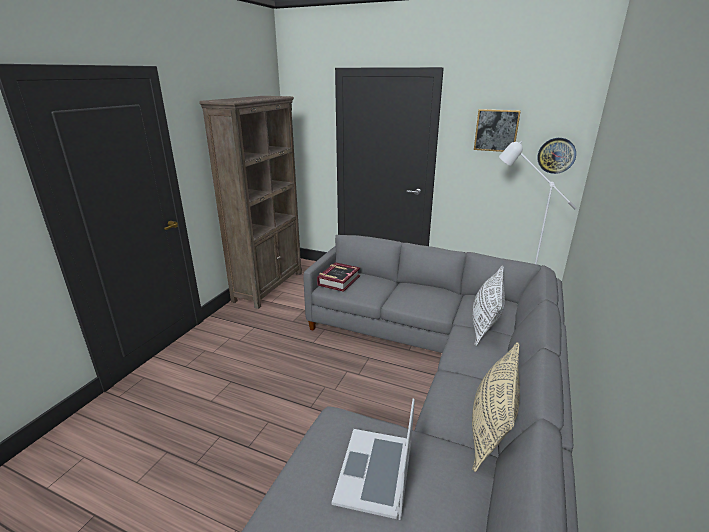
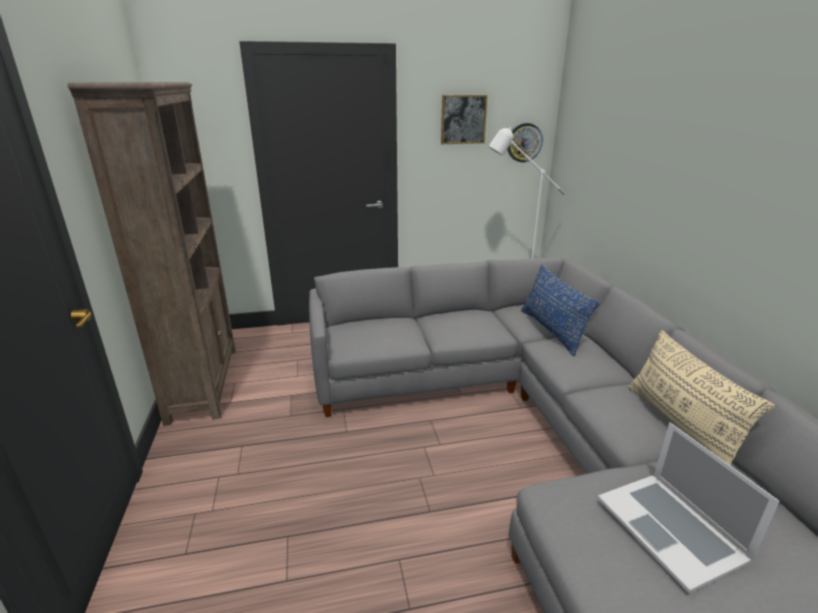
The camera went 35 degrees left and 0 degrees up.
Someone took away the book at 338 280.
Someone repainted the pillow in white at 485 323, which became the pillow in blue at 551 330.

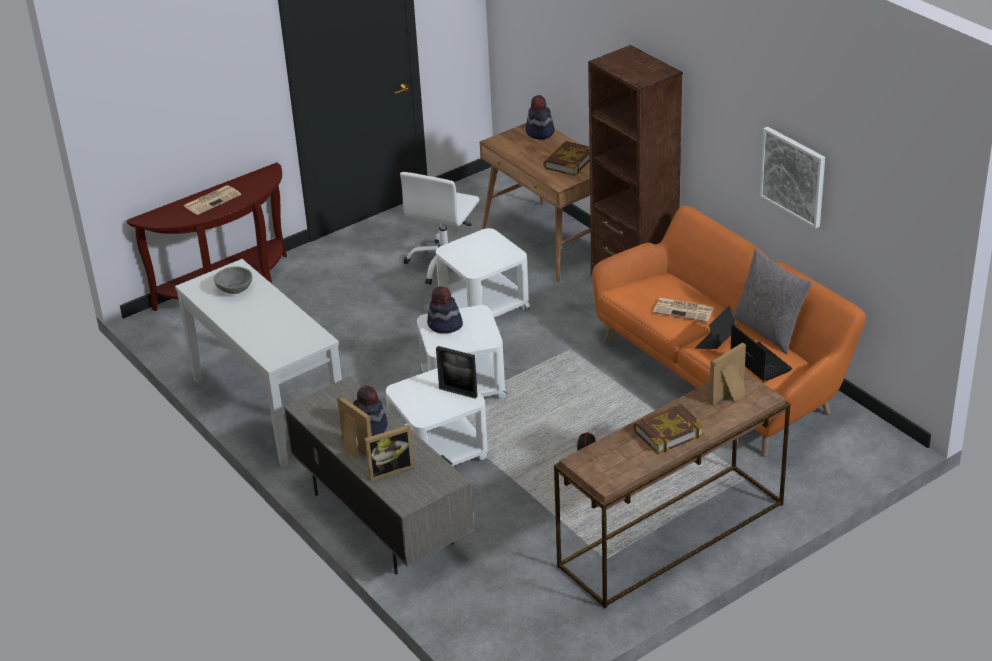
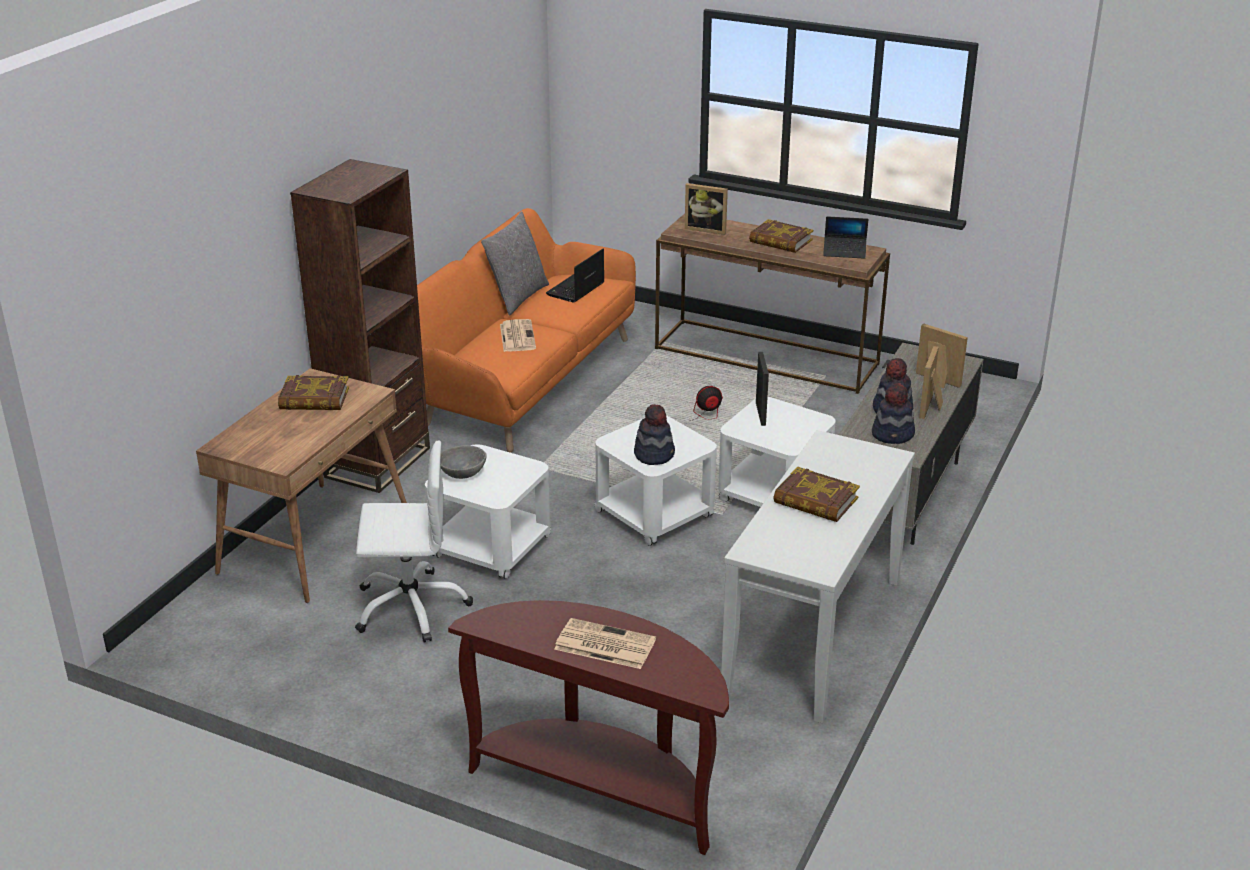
The camera went 120 degrees left and 5 degrees down.
Someone carried the hat from 539 132 to 893 434.
Someone took away the picture at 793 176.
Someone carried the bowl in grey from 234 288 to 463 472.
Someone carried the laptop from 715 342 to 844 252.
Someone put down the book at 815 501.

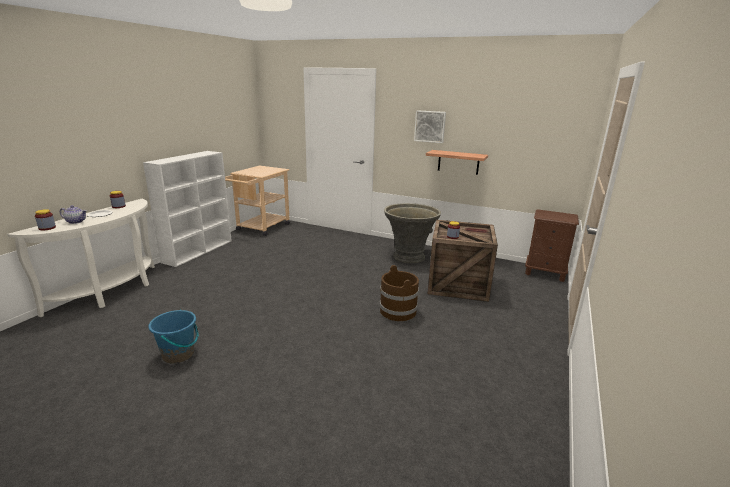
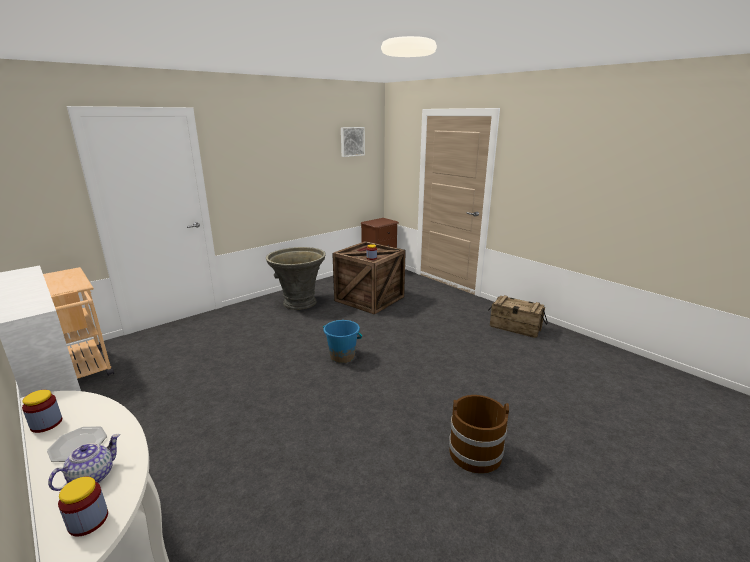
The camera went 65 degrees left and 0 degrees up.
Someone carried the picture from 430 126 to 352 141.
Someone took away the shelf at 458 162.
Someone carried the bucket in brown from 398 311 to 475 453.
Someone carried the bucket in blue from 178 354 to 342 356.
Someone put down the crate at 515 327.

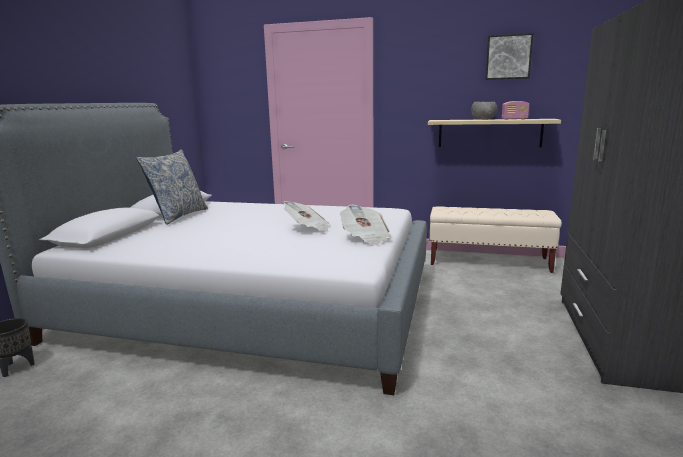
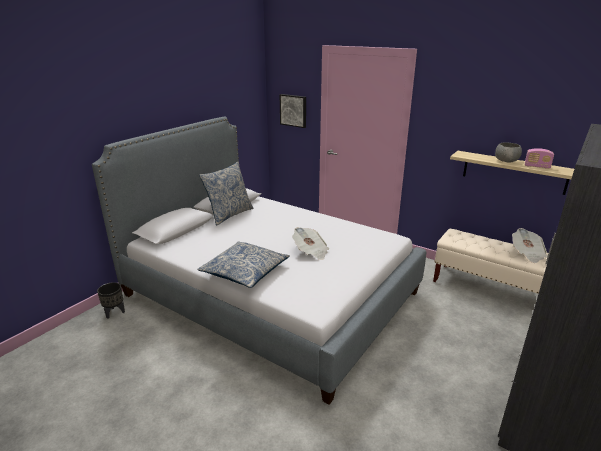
The camera went 20 degrees right and 10 degrees up.
Someone carried the picture from 508 57 to 293 110.
Someone carried the newspaper from 365 238 to 527 254.
Someone put down the pillow at 245 271.

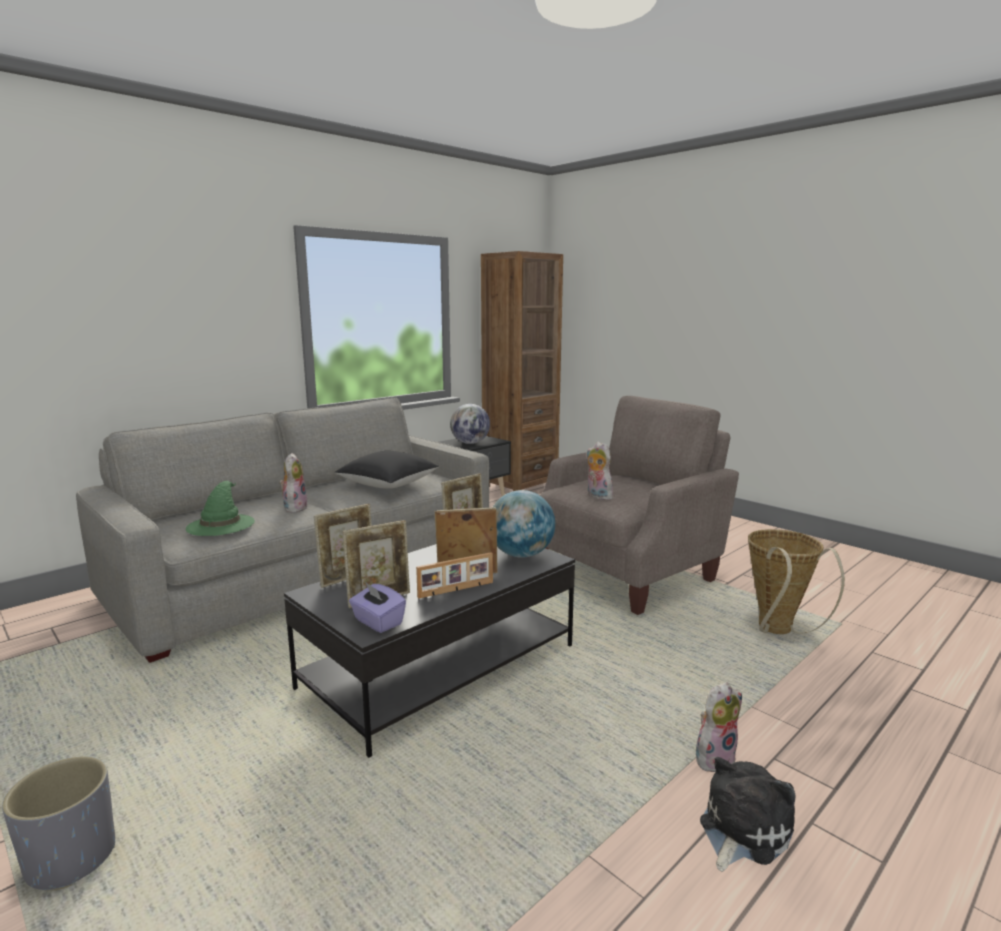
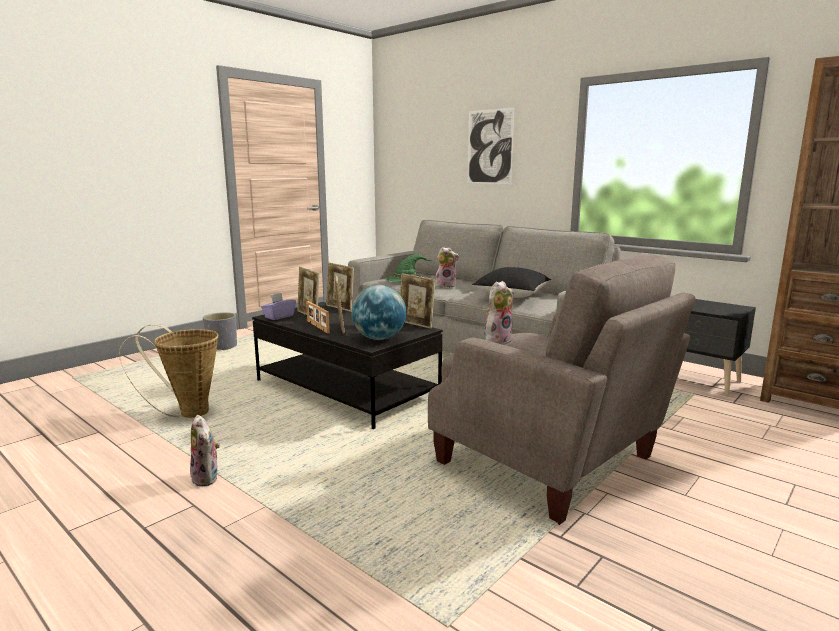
The camera went 85 degrees right and 0 degrees up.
Someone took away the globe at 470 443.
Someone carried the basket from 777 632 to 187 413.
Someone took away the plush toy at 741 830.
Someone put up the picture at 490 147.

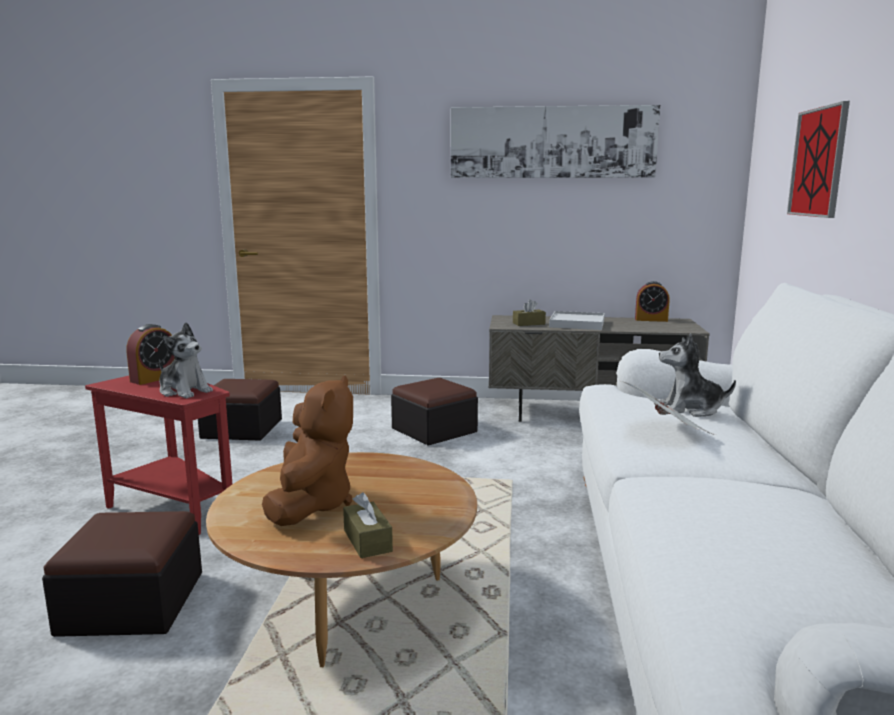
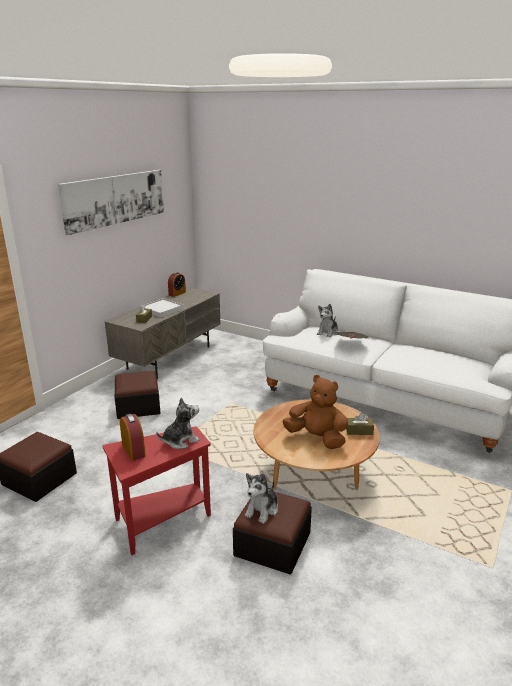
The camera went 65 degrees left and 10 degrees up.
Someone took away the picture at 818 162.
Someone put down the plush toy at 262 510.

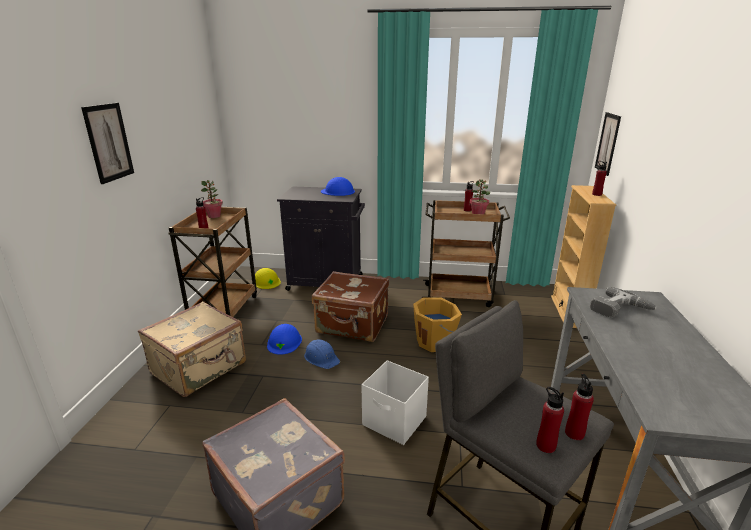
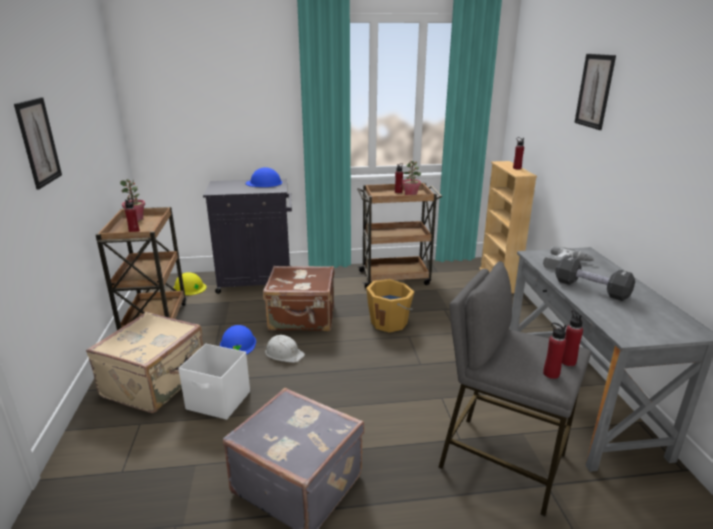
The camera went 15 degrees left and 0 degrees up.
Someone carried the picture from 607 143 to 594 91.
Someone repainted the hard hat in blue at 321 358, which became the hard hat in white at 284 353.
Someone carried the storage box in white from 395 421 to 219 401.
Someone put down the dumbbell in black at 591 289.

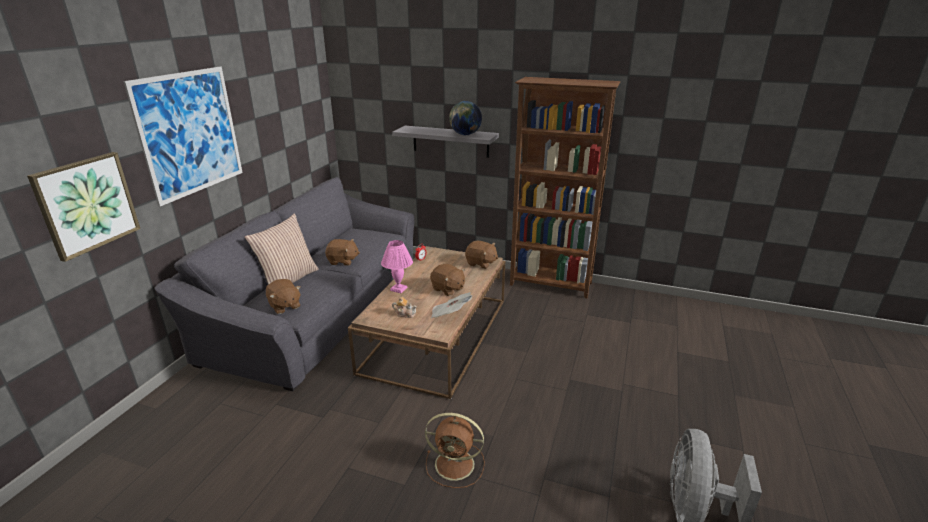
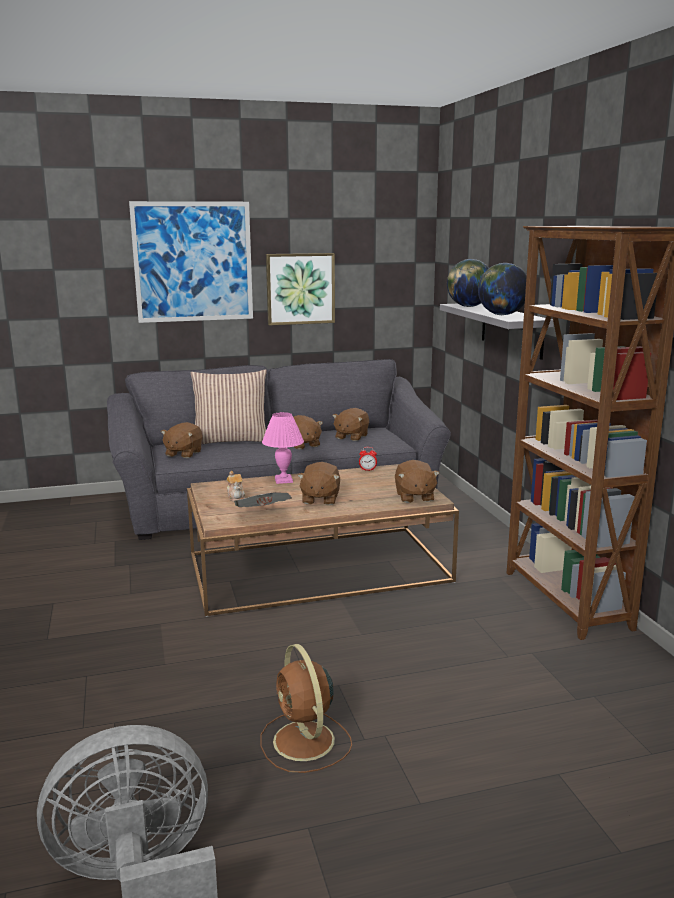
The camera went 55 degrees right and 10 degrees down.
Someone carried the picture from 87 204 to 300 288.
Someone carried the fan in brown from 456 464 to 305 742.
Someone put down the globe at 468 306.
Someone put down the plush toy in brown at 351 437.

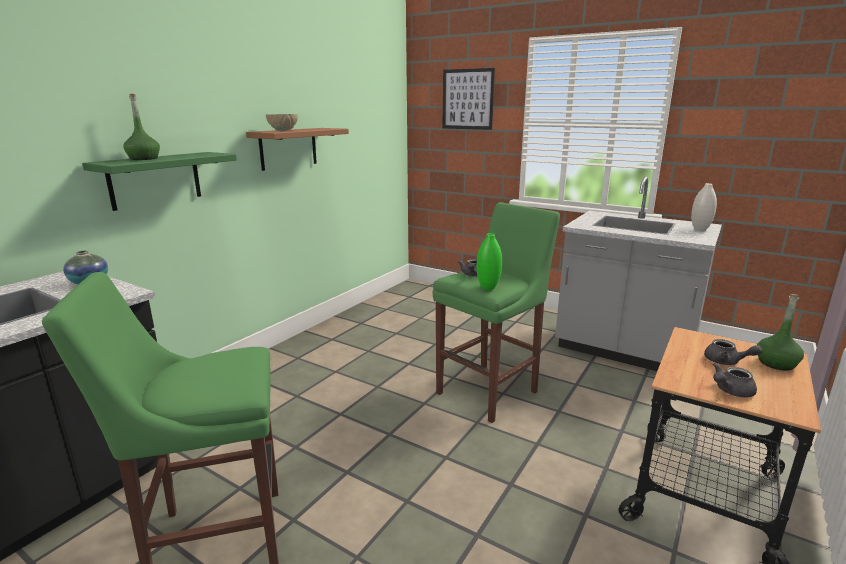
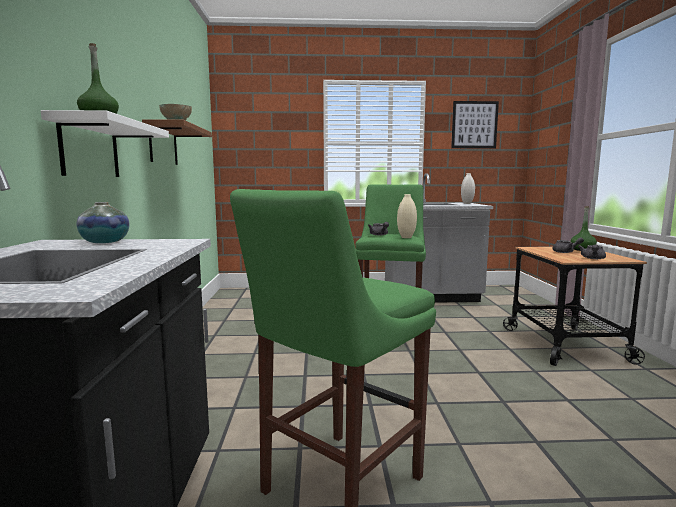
The camera went 35 degrees left and 10 degrees down.
Someone carried the picture from 467 99 to 474 125.
Someone repainted the shelf in green at 155 180, which became the shelf in white at 90 149.
Someone repainted the vase in green at 488 288, which became the vase in beige at 406 237.

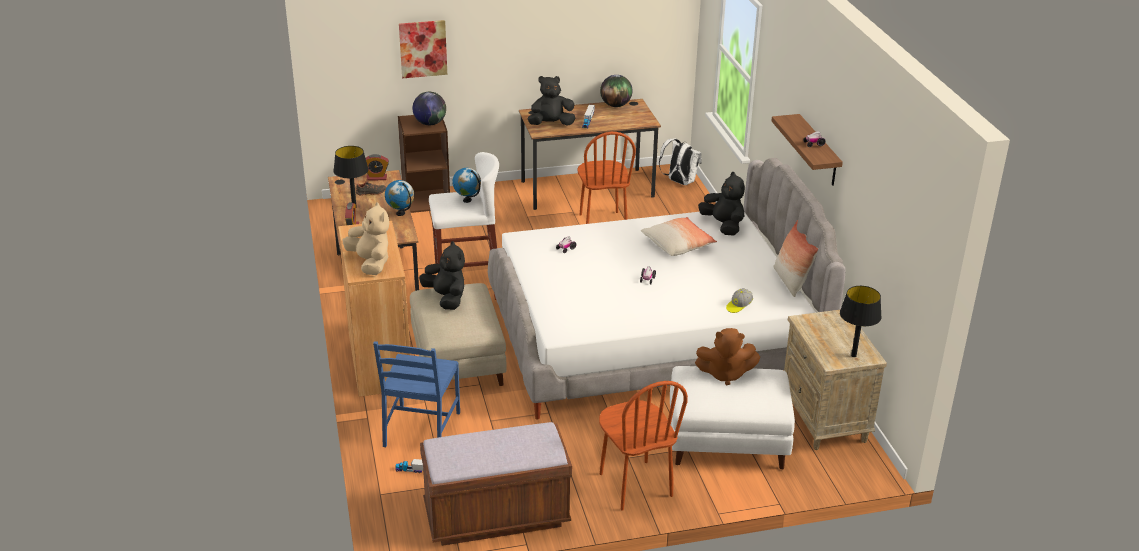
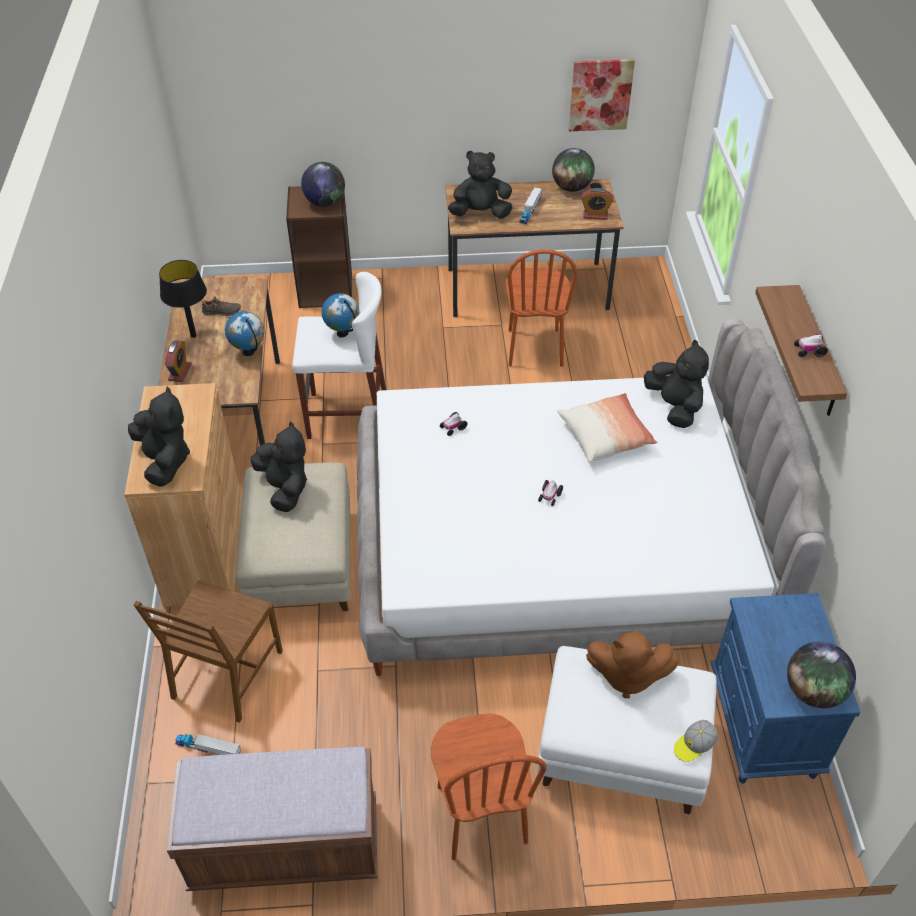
The camera went 10 degrees right and 15 degrees up.
Someone carried the picture from 423 48 to 600 95.
Someone took away the backpack in white at 679 182.
Someone carried the alarm clock from 376 178 to 595 215.
Someone repainted the plush toy in beige at 371 263, which became the plush toy in black at 165 461.
Someone took away the pillow at 790 281.
Someone swapped the table lamp in black at 854 355 for the globe at 813 691.
Someone carried the cap from 738 306 to 694 745.
Someone repainted the nightstand in beige at 824 419, which became the nightstand in blue at 763 727.
Someone repainted the chair in blue at 421 429, which became the chair in brown at 226 674.

